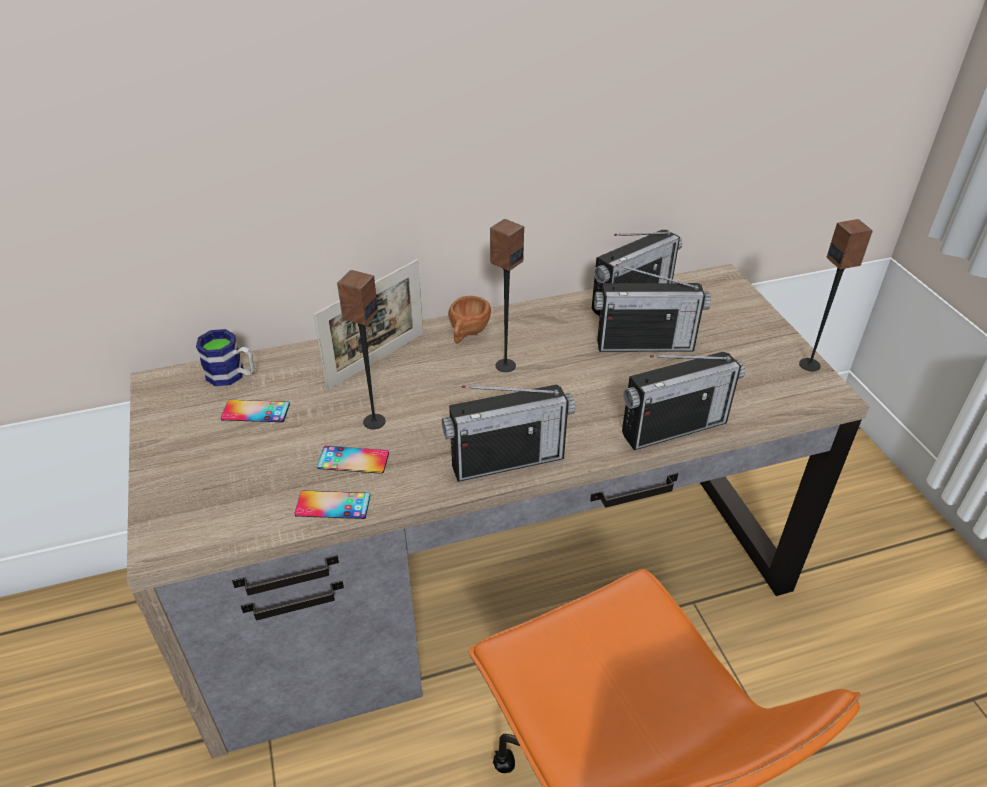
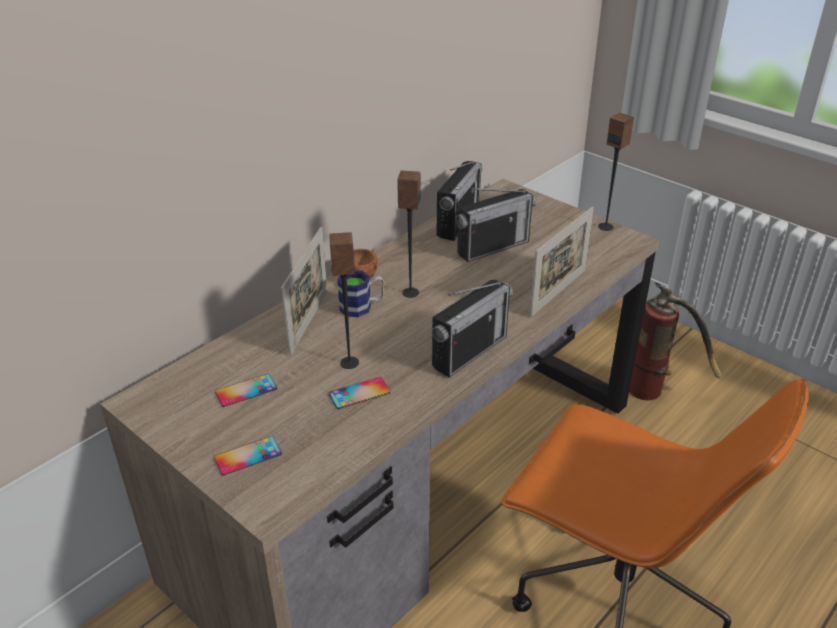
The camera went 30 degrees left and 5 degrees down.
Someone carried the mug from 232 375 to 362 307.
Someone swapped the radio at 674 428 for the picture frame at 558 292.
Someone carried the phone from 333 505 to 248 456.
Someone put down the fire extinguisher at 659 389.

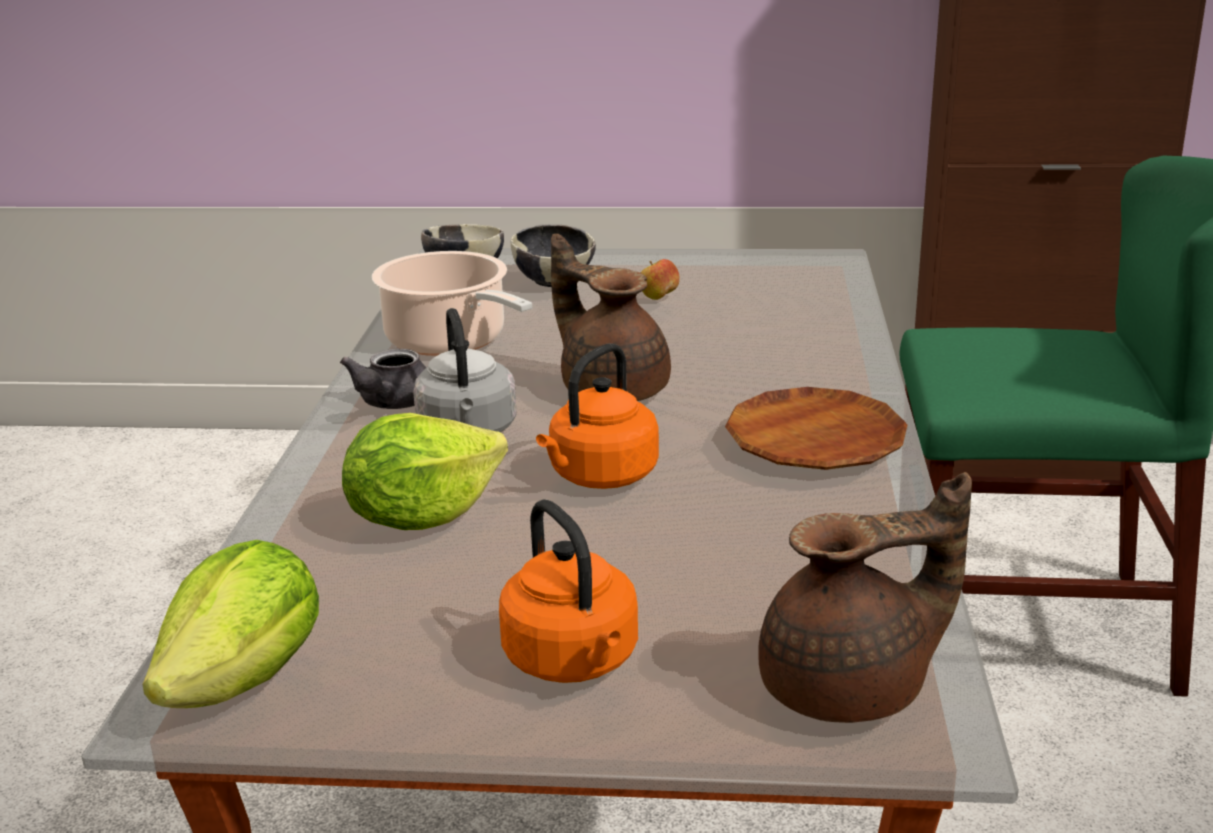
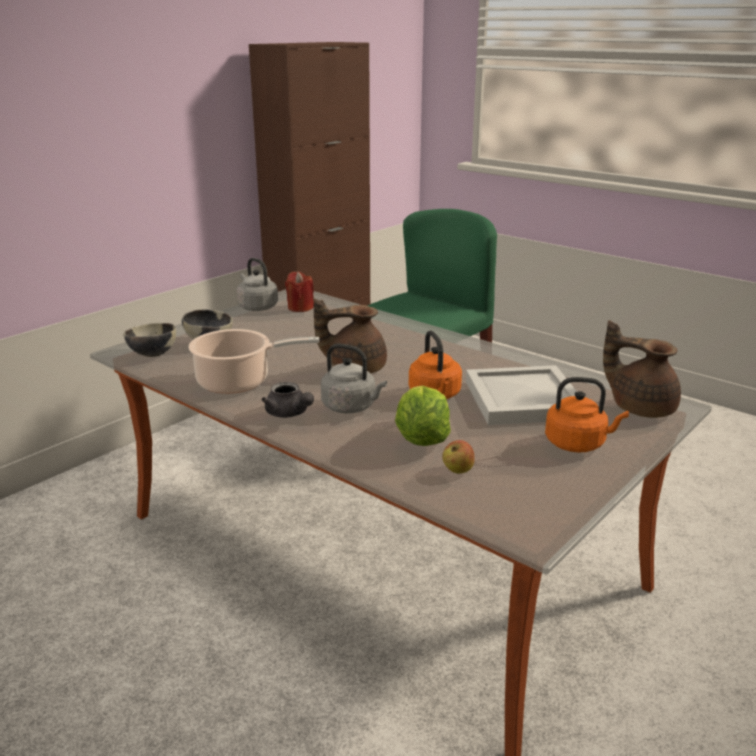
The camera went 55 degrees left and 0 degrees up.
Someone carried the apple from 659 298 to 458 470.
Someone took away the plate in brown at 815 441.
Someone rotated the teapot in brown at 851 690 by 75 degrees counterclockwise.
Someone took away the lettuce at 246 680.
Someone put down the kettle in grey at 256 307.
Someone put down the candle in red at 300 307.
Someone put down the tray in white at 525 400.

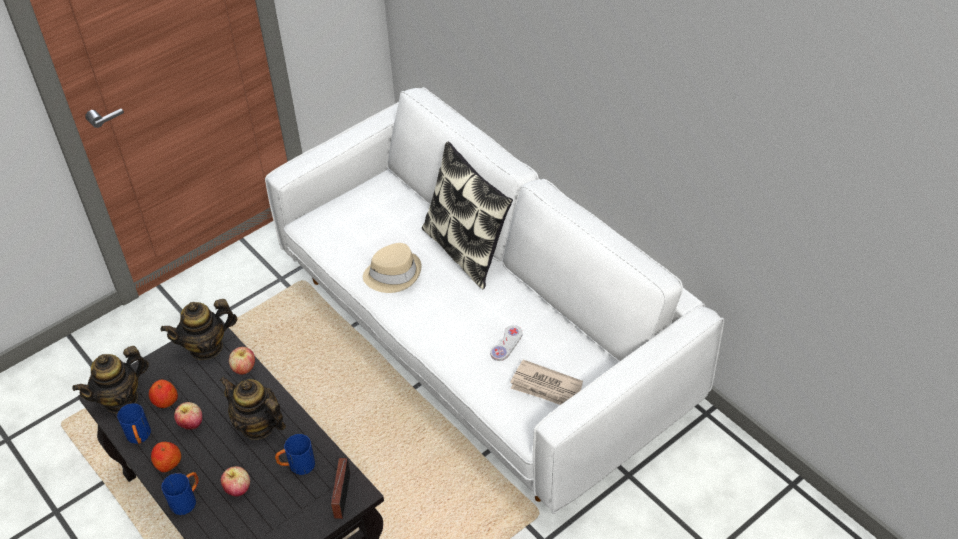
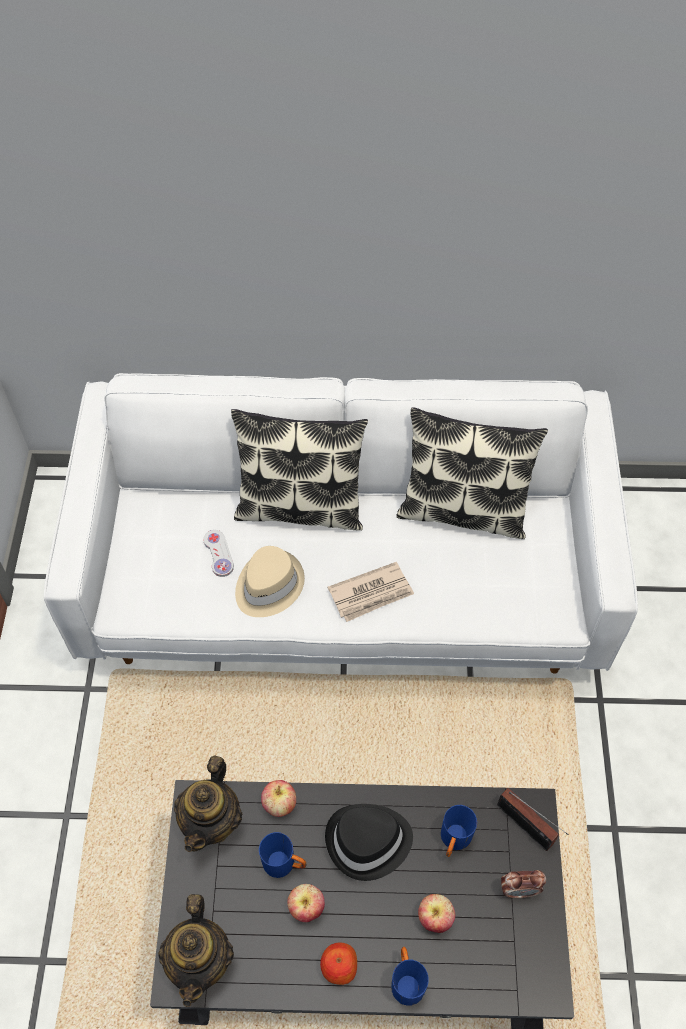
The camera went 50 degrees left and 10 degrees up.
Someone carried the game controller in white from 506 344 to 218 554.
Someone carried the newspaper from 546 387 to 371 594.
Someone swapped the teapot at 258 425 for the hat in black at 368 842.
Someone took away the apple at 165 401.
Someone carried the mug in blue from 140 438 to 285 864.
Someone put down the pillow at 463 510.
Someone put down the alarm clock at 519 889.

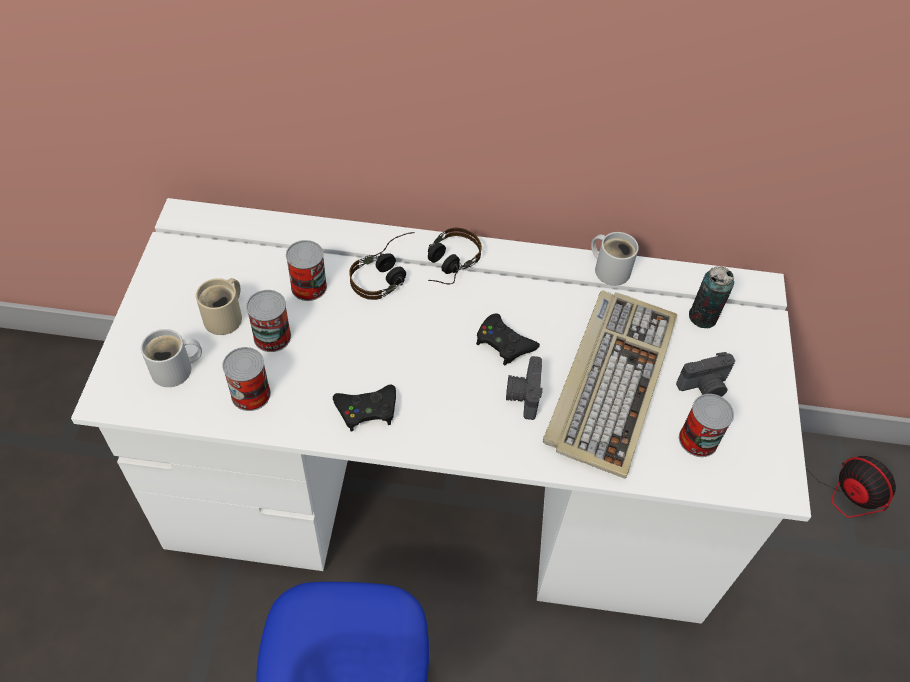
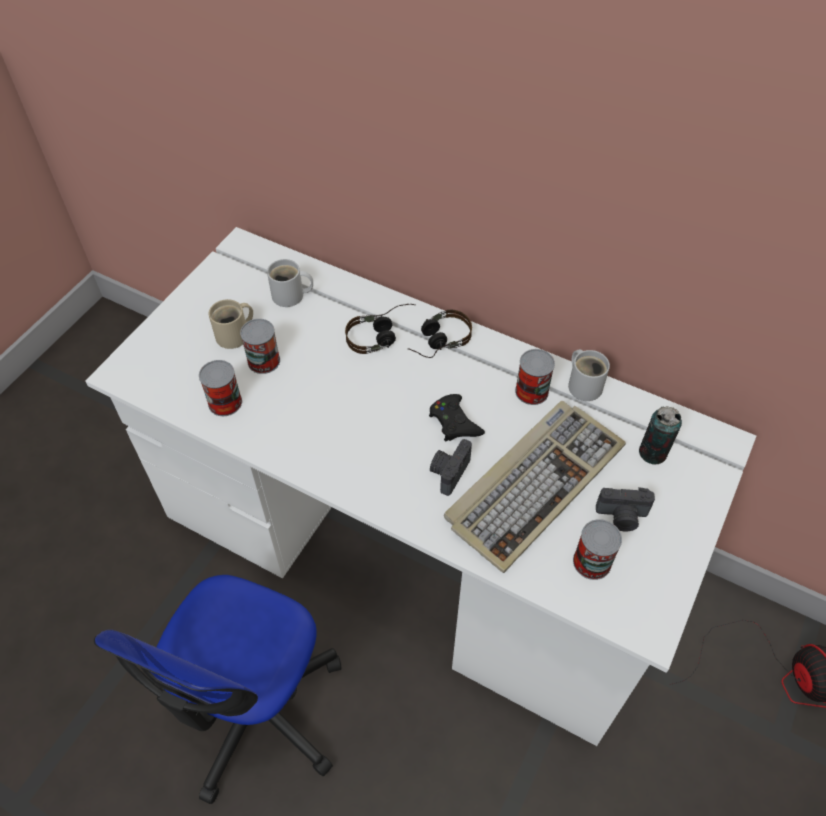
The camera went 25 degrees right and 0 degrees up.
Someone carried the can from 309 287 to 531 391.
Someone carried the mug in white from 176 370 to 291 296.
Someone took away the game controller in black at 367 410.

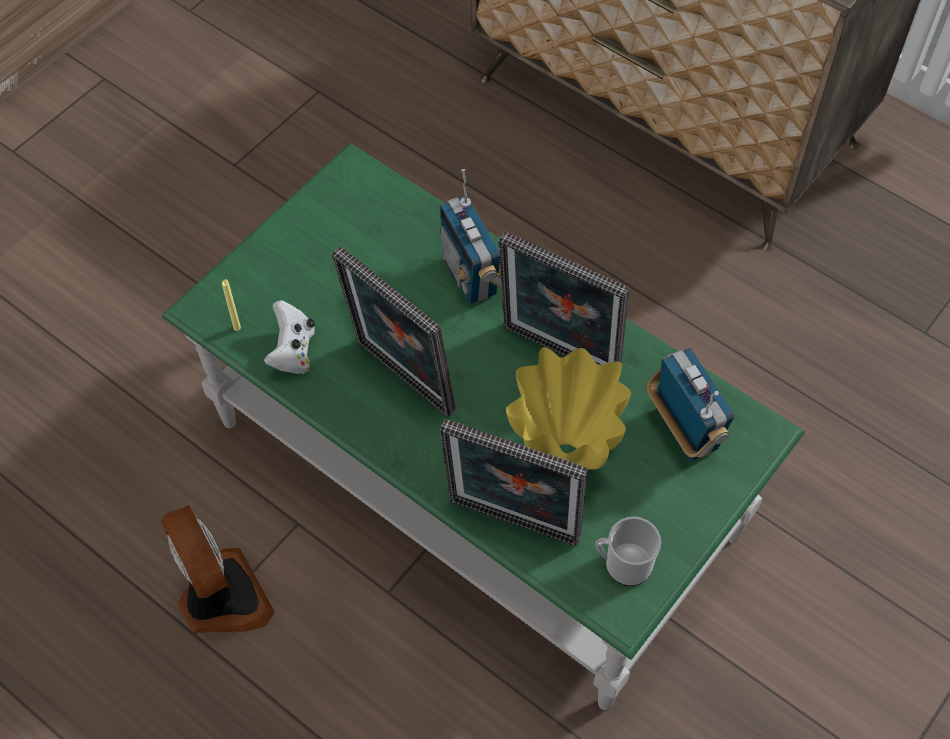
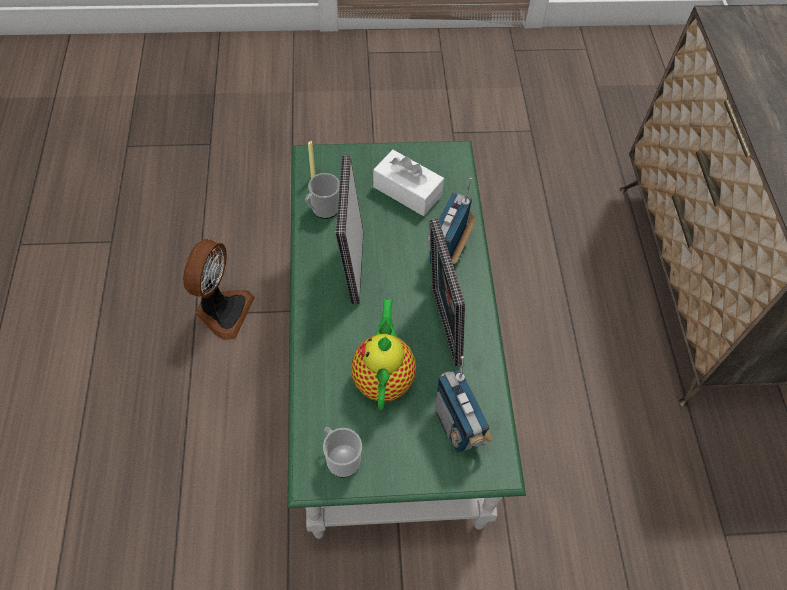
The camera went 45 degrees right and 0 degrees up.
Someone swapped the game controller in white at 293 351 for the mug at 323 209.
Someone swapped the vase in yellow at 564 453 for the teapot at 383 376.
Someone rotated the radio at 684 431 by 135 degrees clockwise.
Someone took away the picture frame at 511 526.
Someone put down the tissue box in white at 407 191.

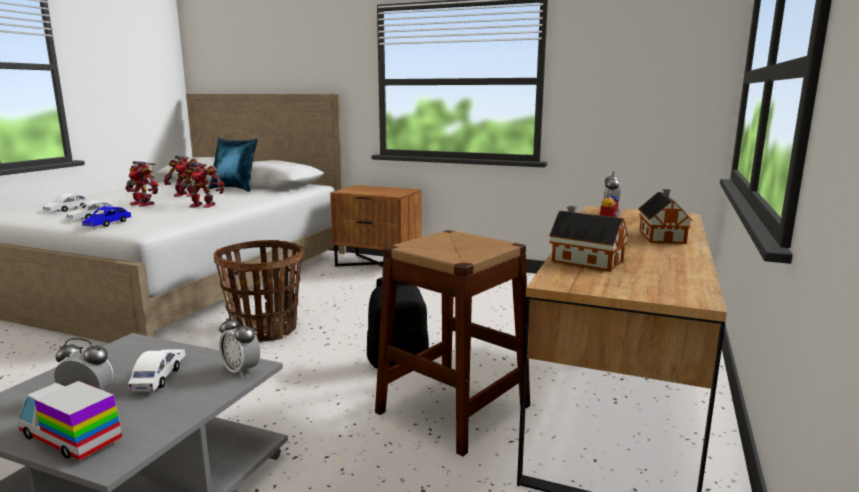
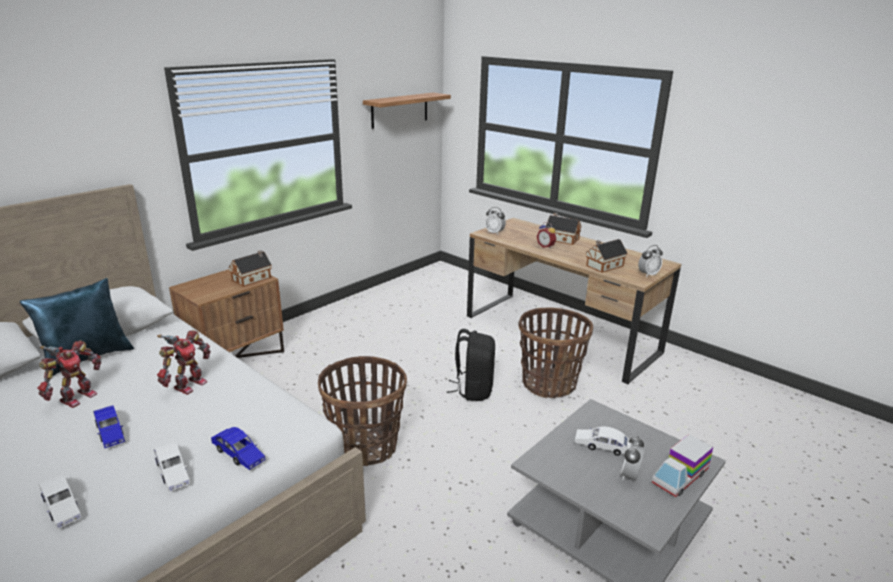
The camera went 70 degrees left and 10 degrees up.
Someone swapped the toy robot at 144 204 for the toy car in blue at 110 432.
Someone swapped the stool in brown at 453 408 for the basket at 549 384.
Someone carried the alarm clock from 241 371 to 648 274.
Someone put up the shelf at 400 110.
Someone put down the toy house at 253 279.

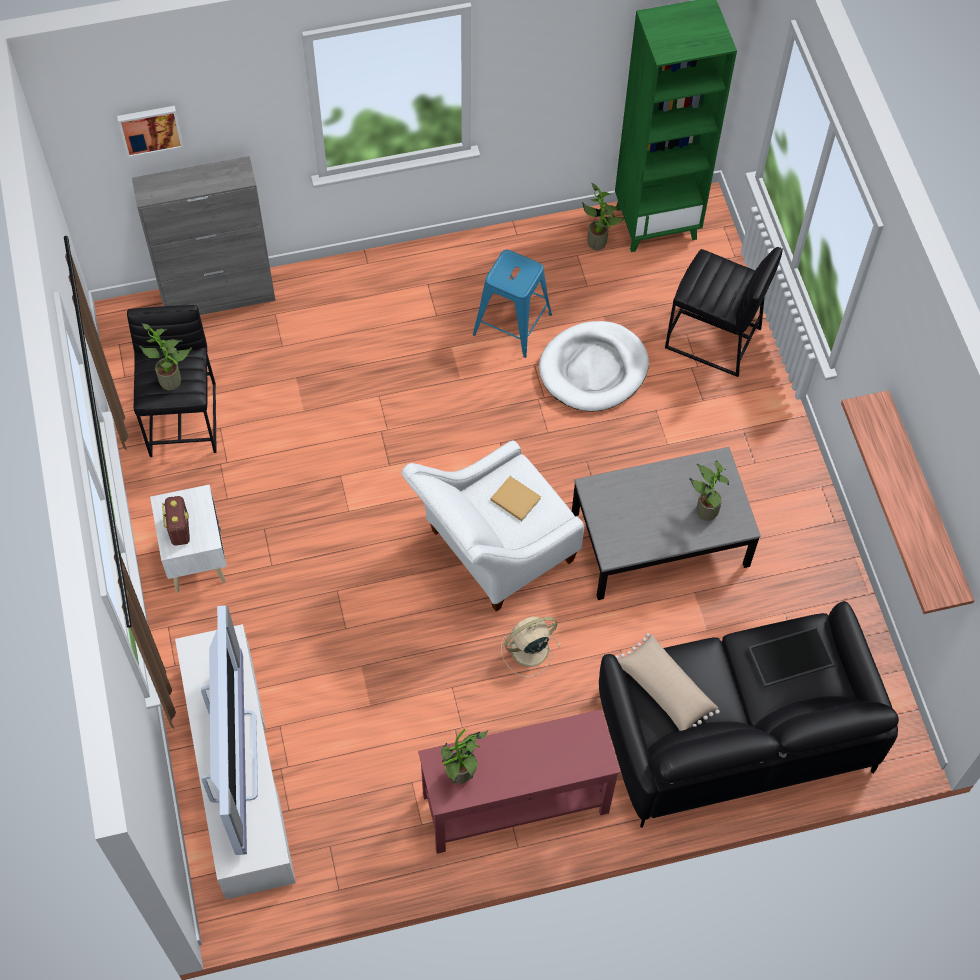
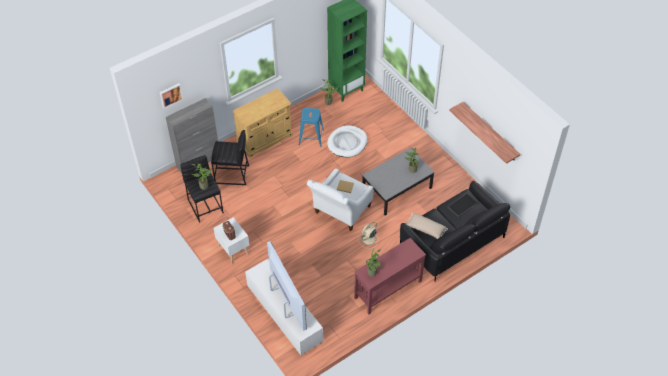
The camera went 20 degrees left and 10 degrees down.
Someone carried the stool in black from 713 339 to 232 175.
Someone put down the cabinet in beige at 265 139.

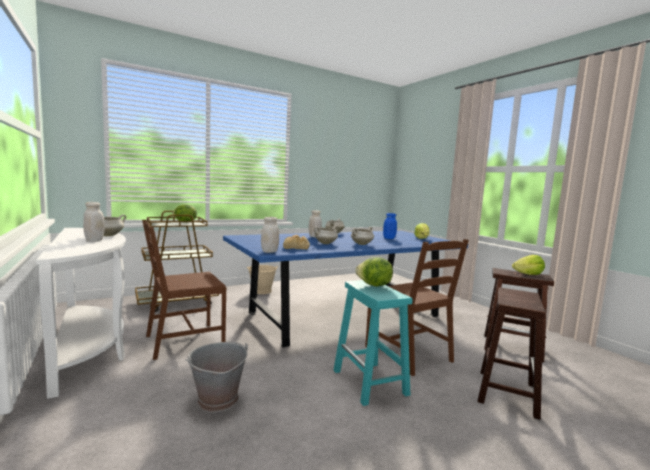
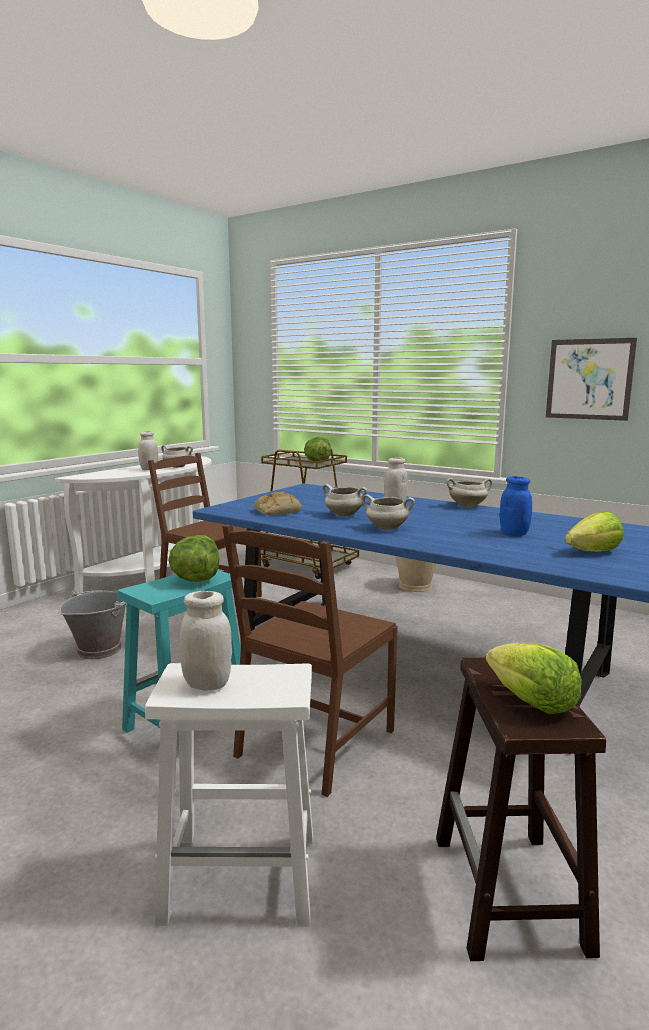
The camera went 65 degrees right and 5 degrees up.
Someone carried the jar in white from 269 252 to 207 684.
Someone repainted the stool in brown at 506 392, which became the stool in white at 243 876.
Someone put up the picture at 589 379.

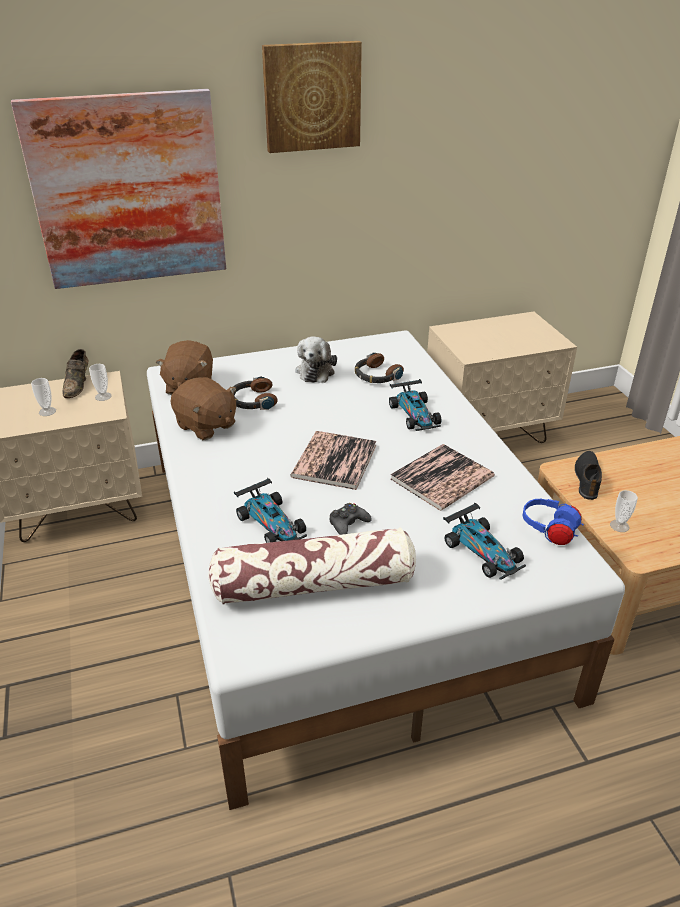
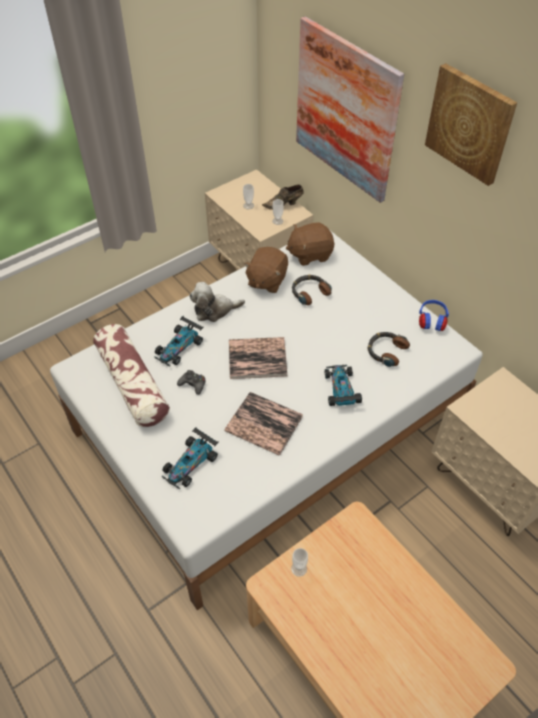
The camera went 70 degrees right and 15 degrees up.
Someone carried the plush toy from 315 371 to 214 310.
Someone rotated the toy car at 415 414 by 120 degrees clockwise.
Someone took away the shoe in black at 588 478.
Someone carried the headphones in blue from 549 531 to 431 322.

